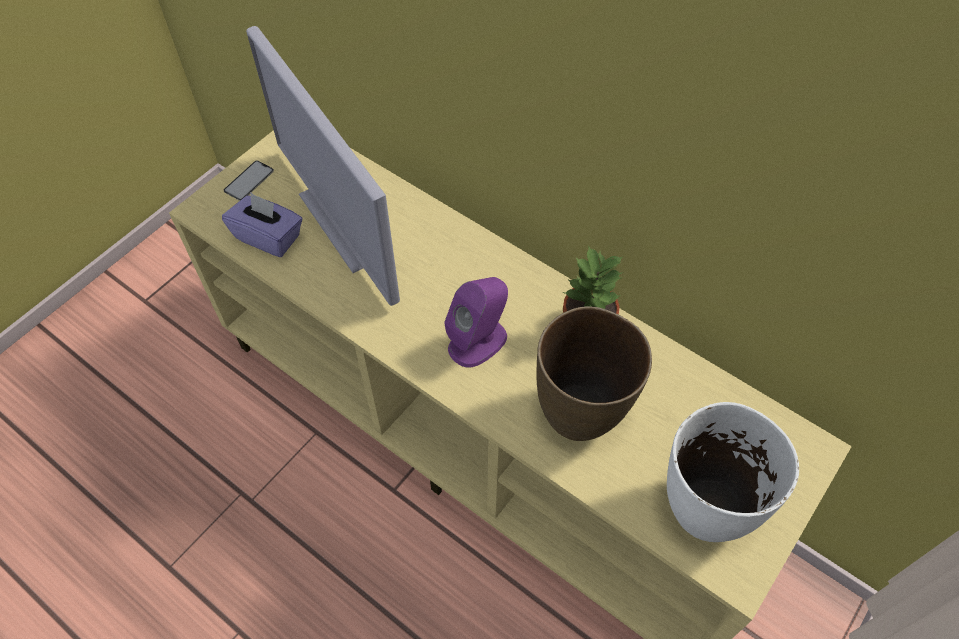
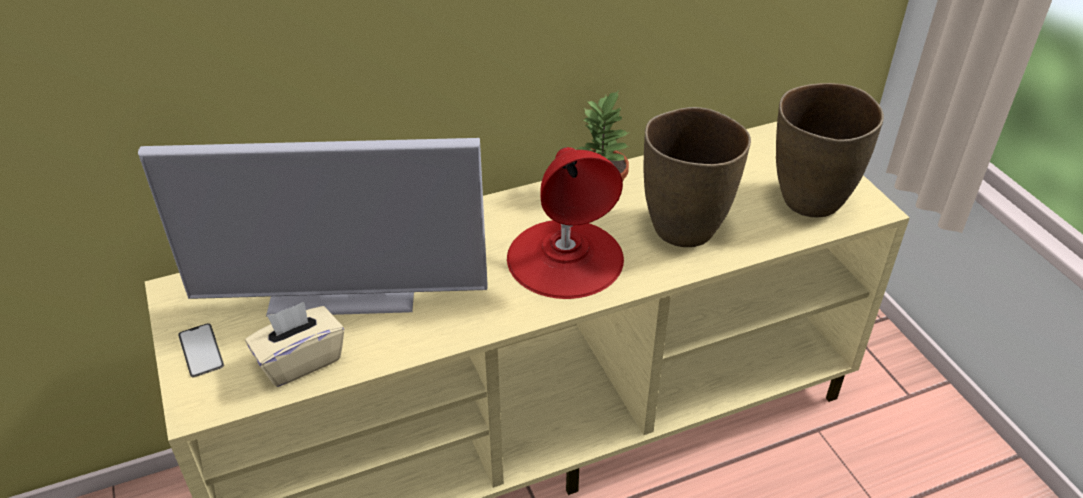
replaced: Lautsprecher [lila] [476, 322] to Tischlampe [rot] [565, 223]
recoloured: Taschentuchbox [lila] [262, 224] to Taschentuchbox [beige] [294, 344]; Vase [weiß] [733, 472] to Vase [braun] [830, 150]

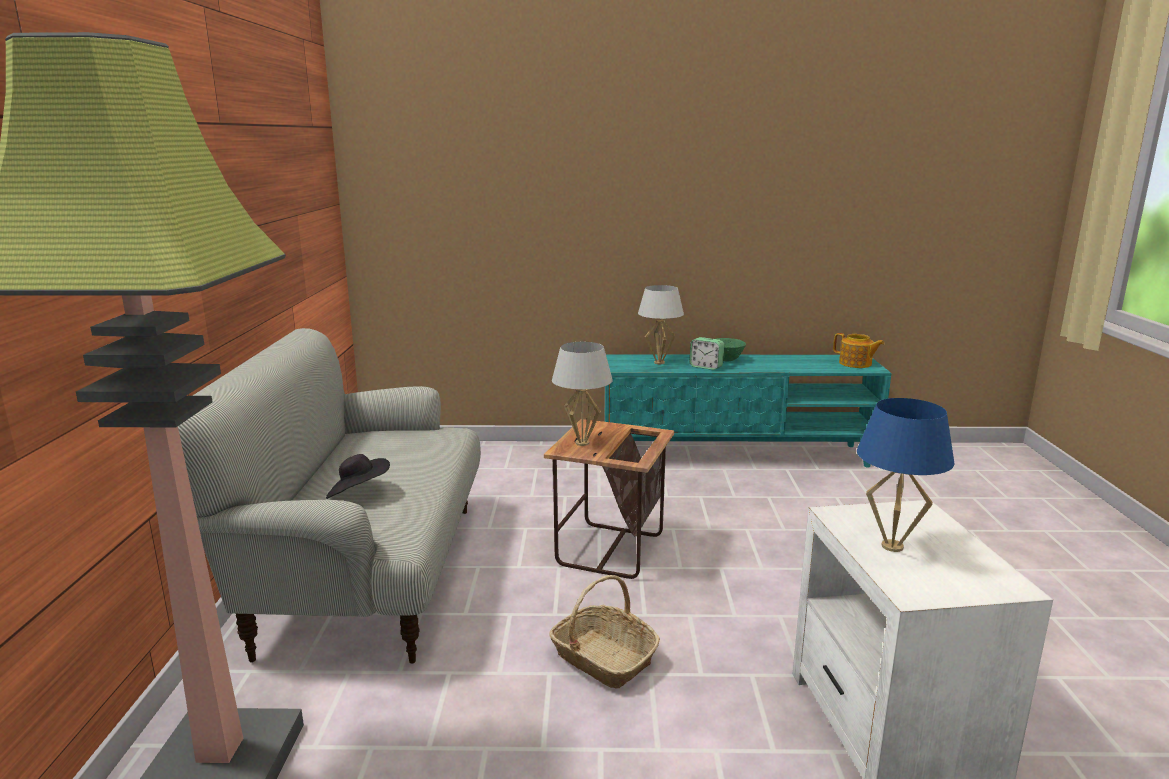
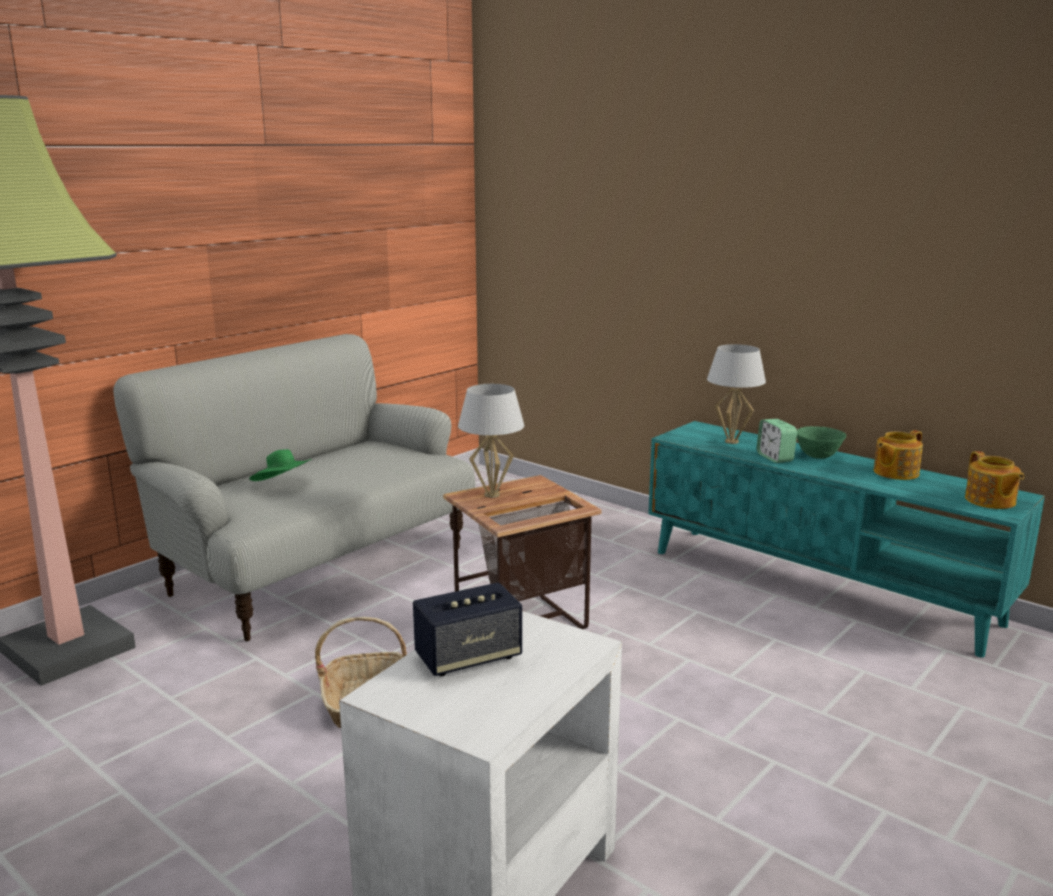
added: Teekanne [898, 455]
replaced: Tischlampe [blau] [906, 475] to Lautsprecher [467, 629]
recoloured: Hut [schwarz] [358, 476] to Hut [grün] [280, 465]

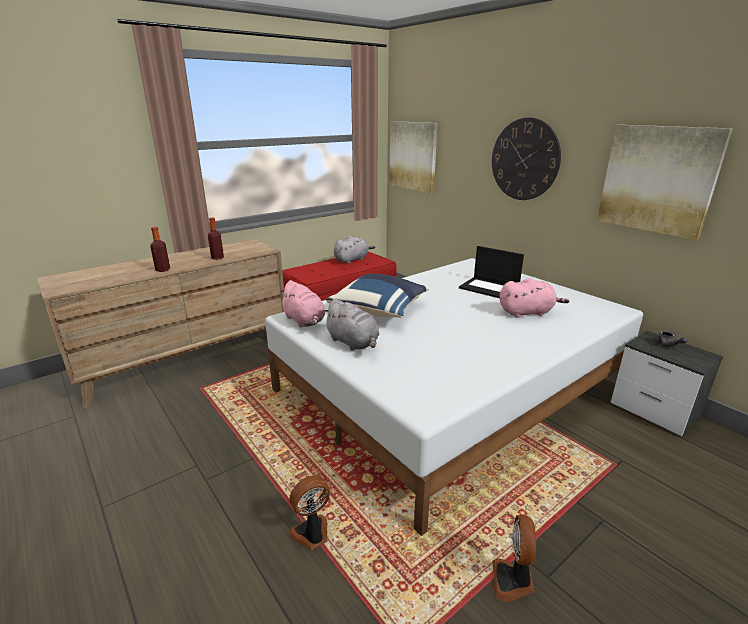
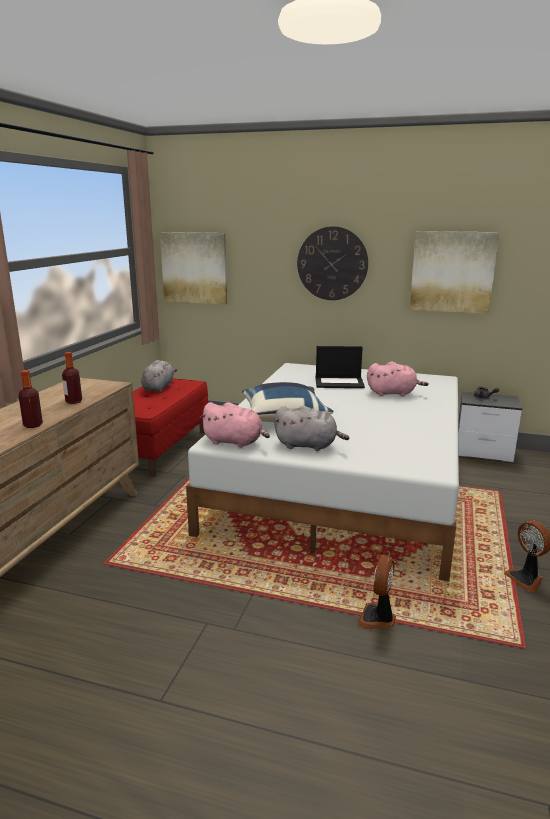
turned: Plüschtier [rosa] [534, 298] = [398, 379] 45 degrees clockwise

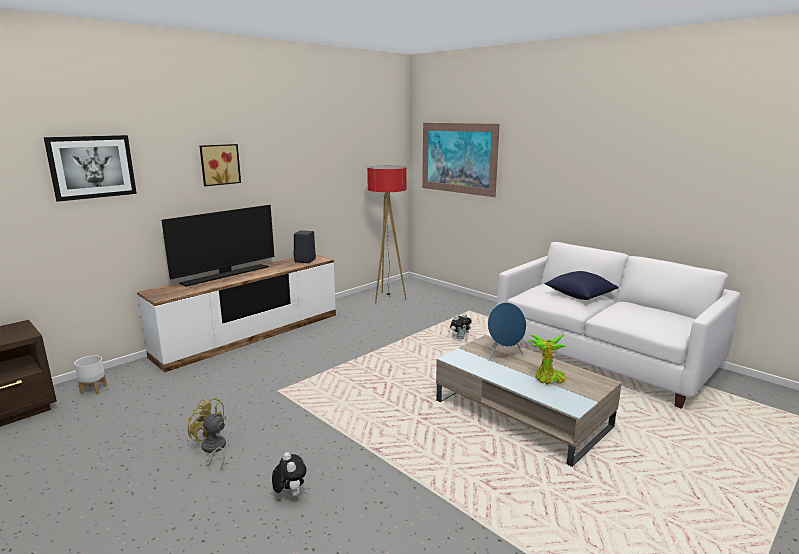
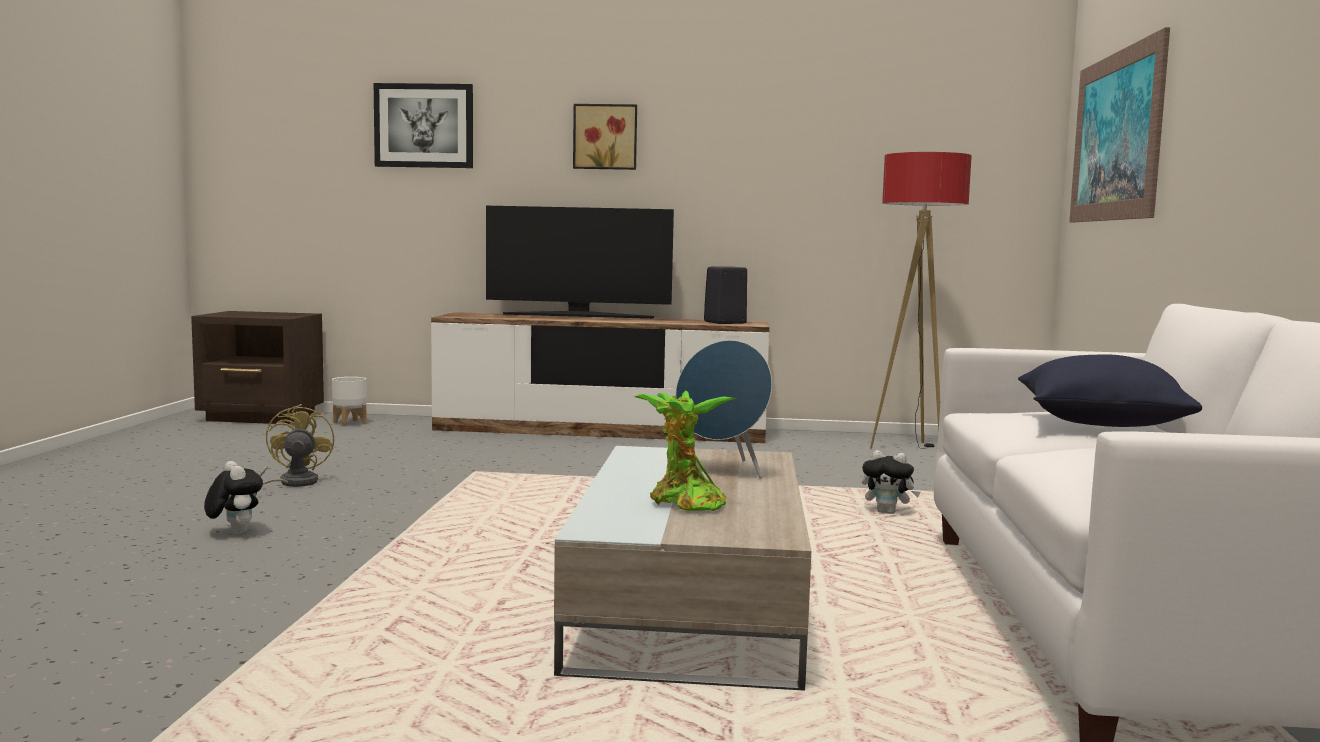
turned: Plüschtier [289, 475] = [233, 497] 60 degrees counterclockwise

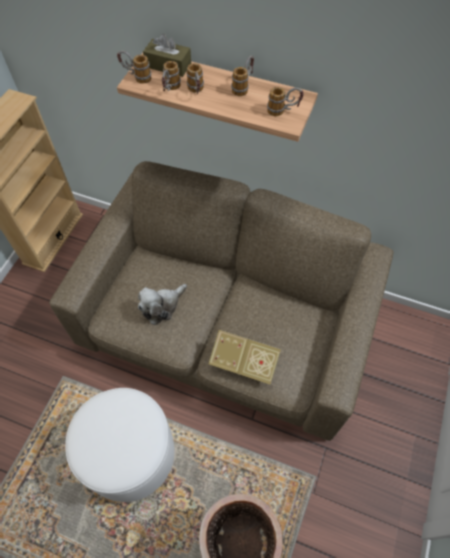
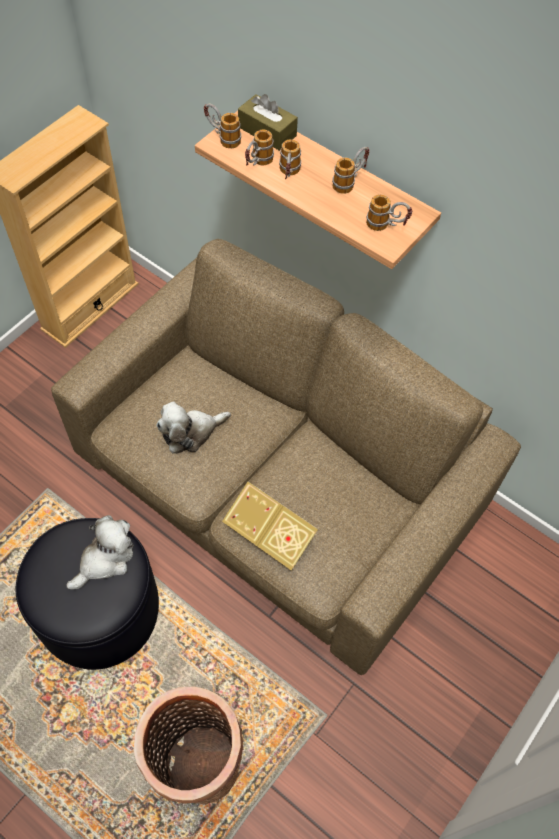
added: Plüschtier [100, 552]
recoloured: Polsterhocker [weiß] [120, 445] to Polsterhocker [schwarz] [87, 594]

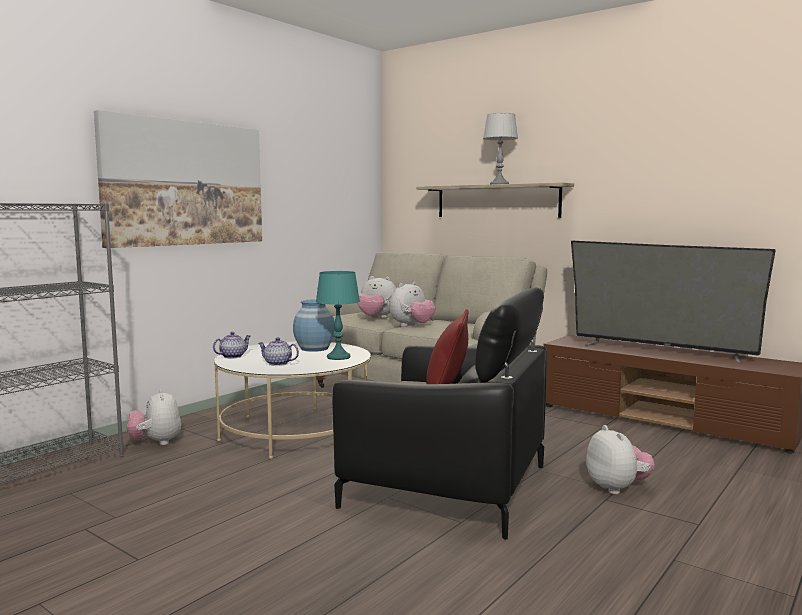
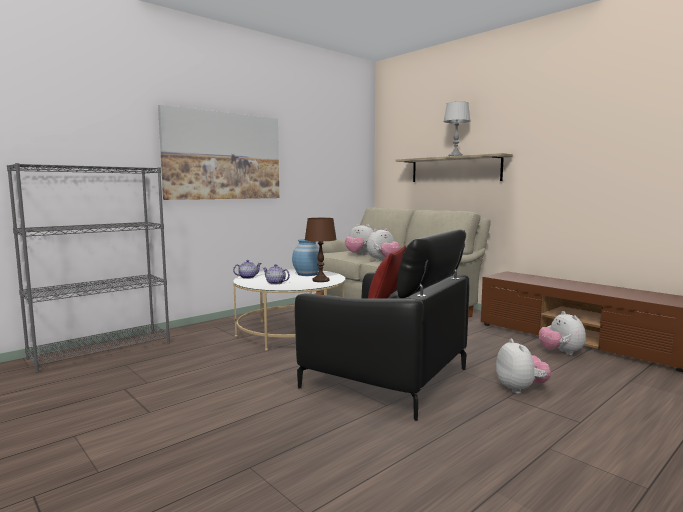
removed: Fernseher [673, 302]
moved: Plüschtier [153, 417] to [562, 333]
recoloured: Tischlampe [türkis] [338, 315] to Tischlampe [braun] [321, 250]

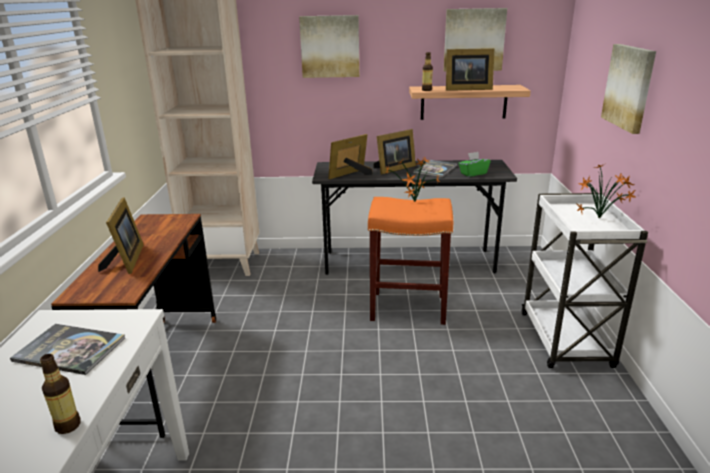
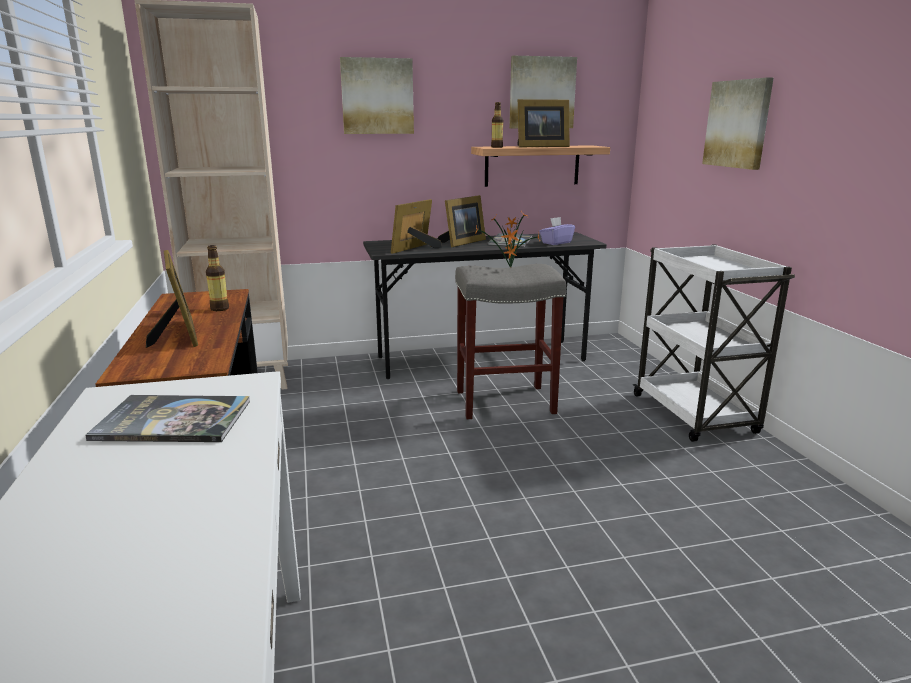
removed: Topfpflanze [607, 190]
moved: Flasche [60, 394] to [217, 278]
recoloured: Hocker [orange] [410, 261] to Hocker [grau] [510, 341]; Taschentuchbox [grün] [474, 164] to Taschentuchbox [lila] [557, 231]

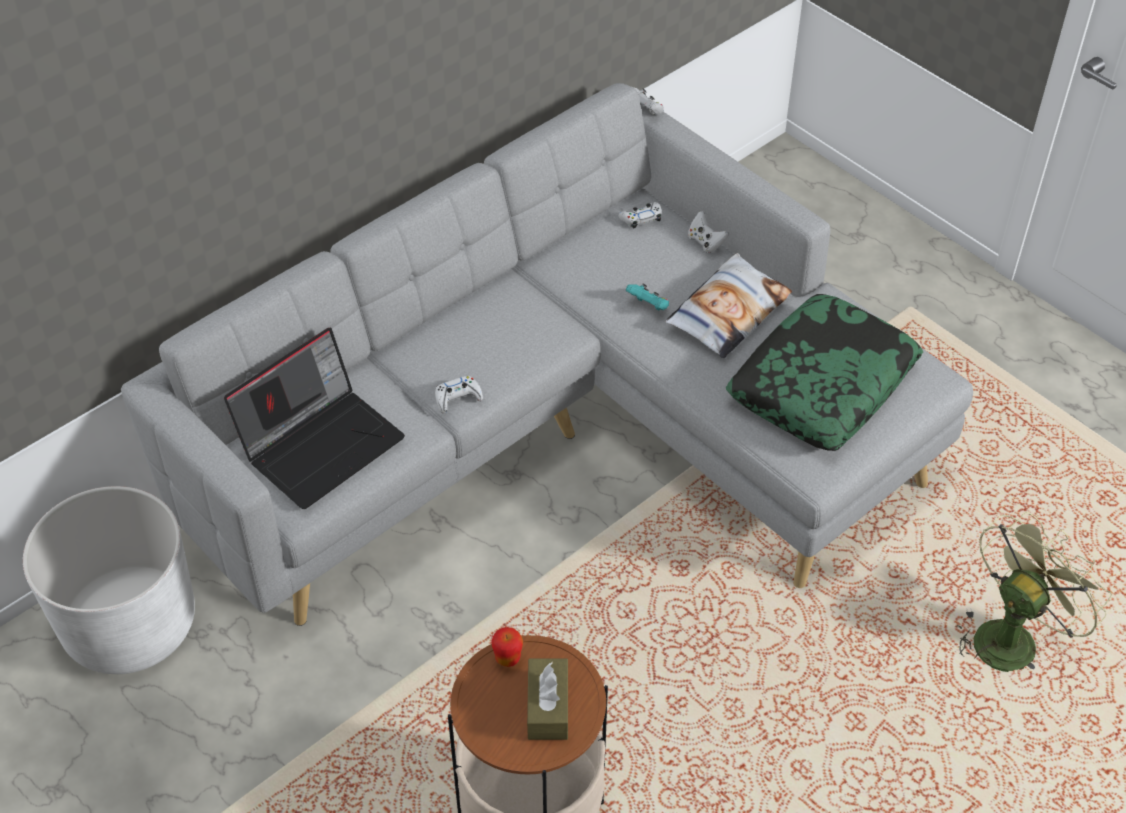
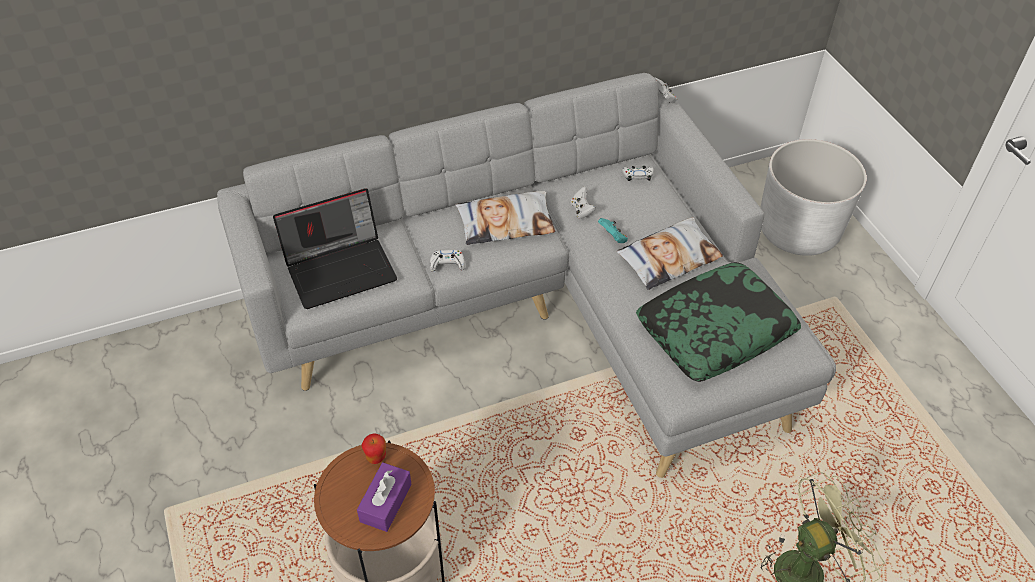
added: Kissen [505, 218]
moved: Gamepad [weiß] [708, 232] to [583, 203]; Pflanzkübel [weiß] [109, 580] to [813, 197]
recoloured: Taschentuchbox [braun] [547, 699] to Taschentuchbox [lila] [384, 497]

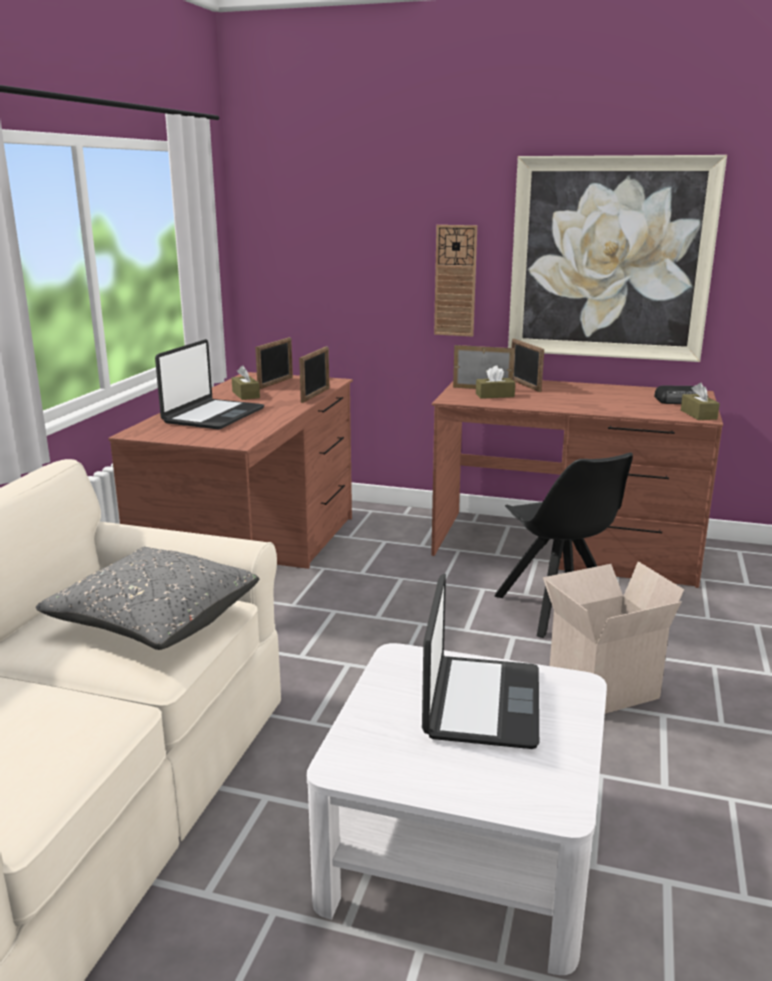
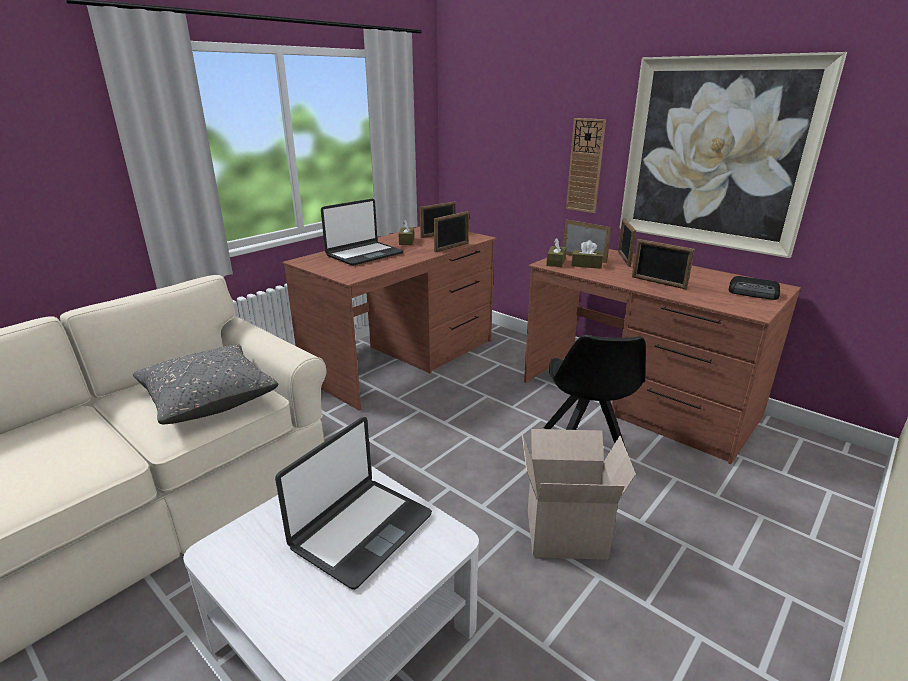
added: Bilderrahmen [663, 264]
moved: Taschentuchbox [braun] [700, 401] to [556, 252]

